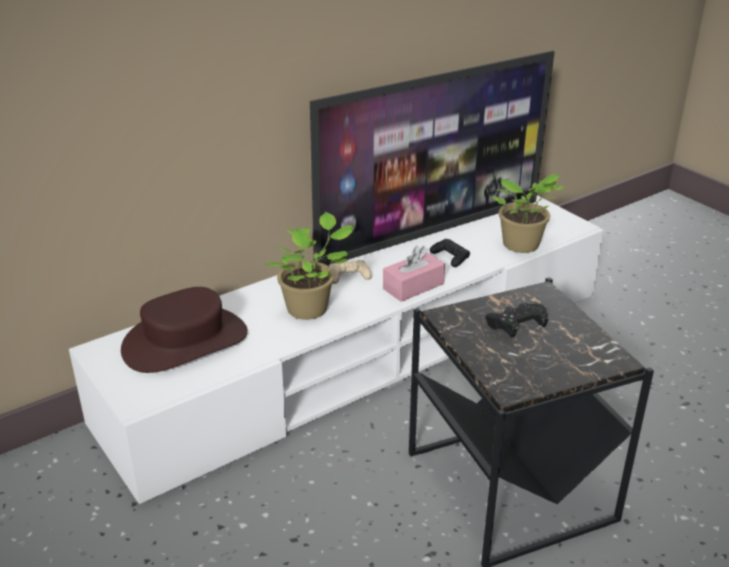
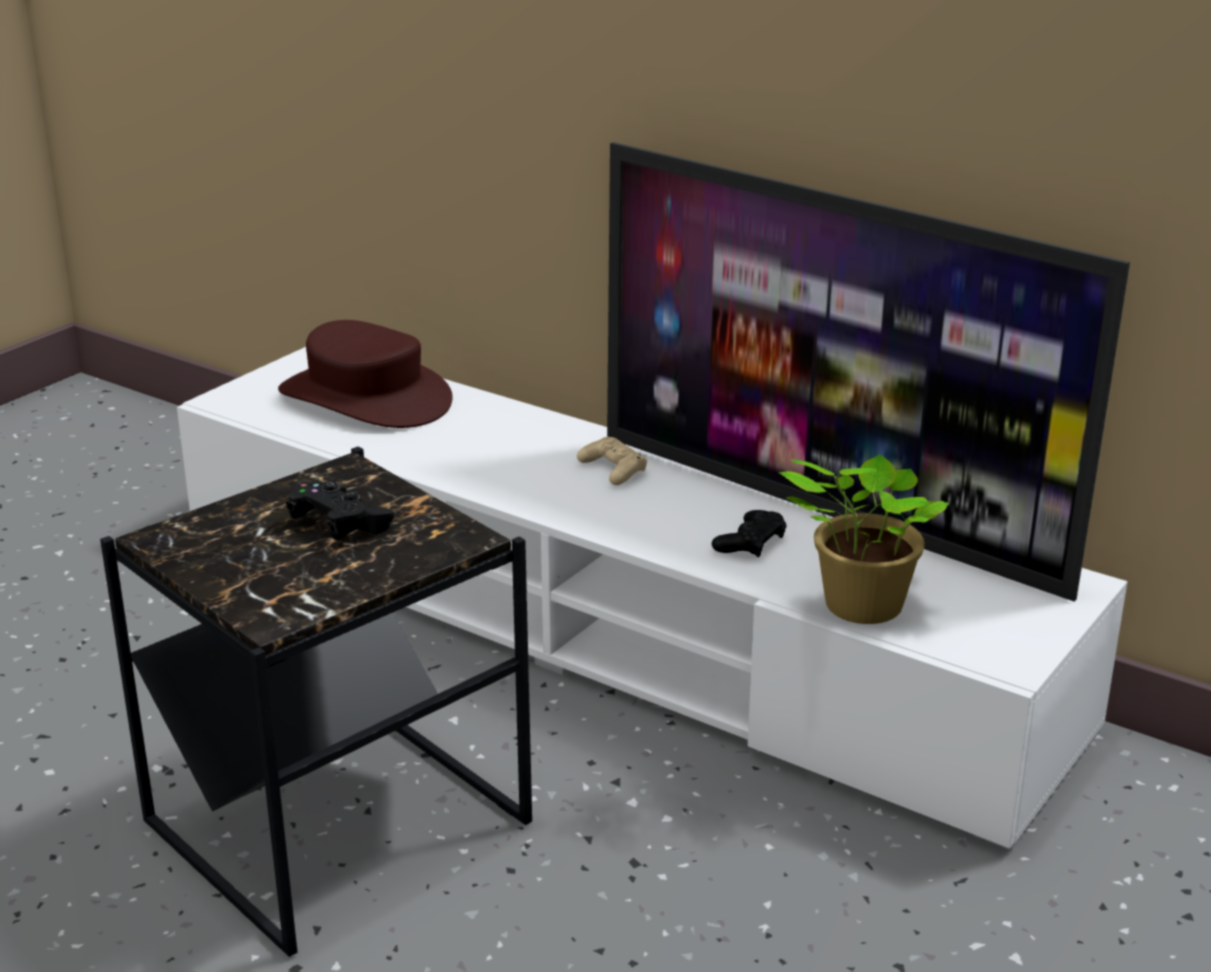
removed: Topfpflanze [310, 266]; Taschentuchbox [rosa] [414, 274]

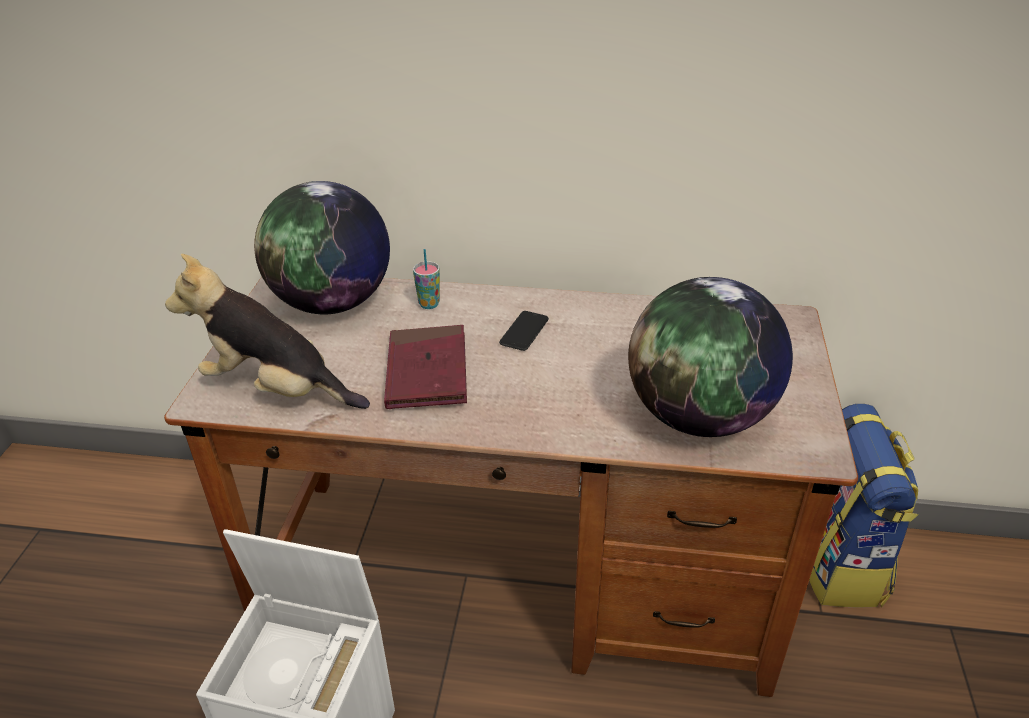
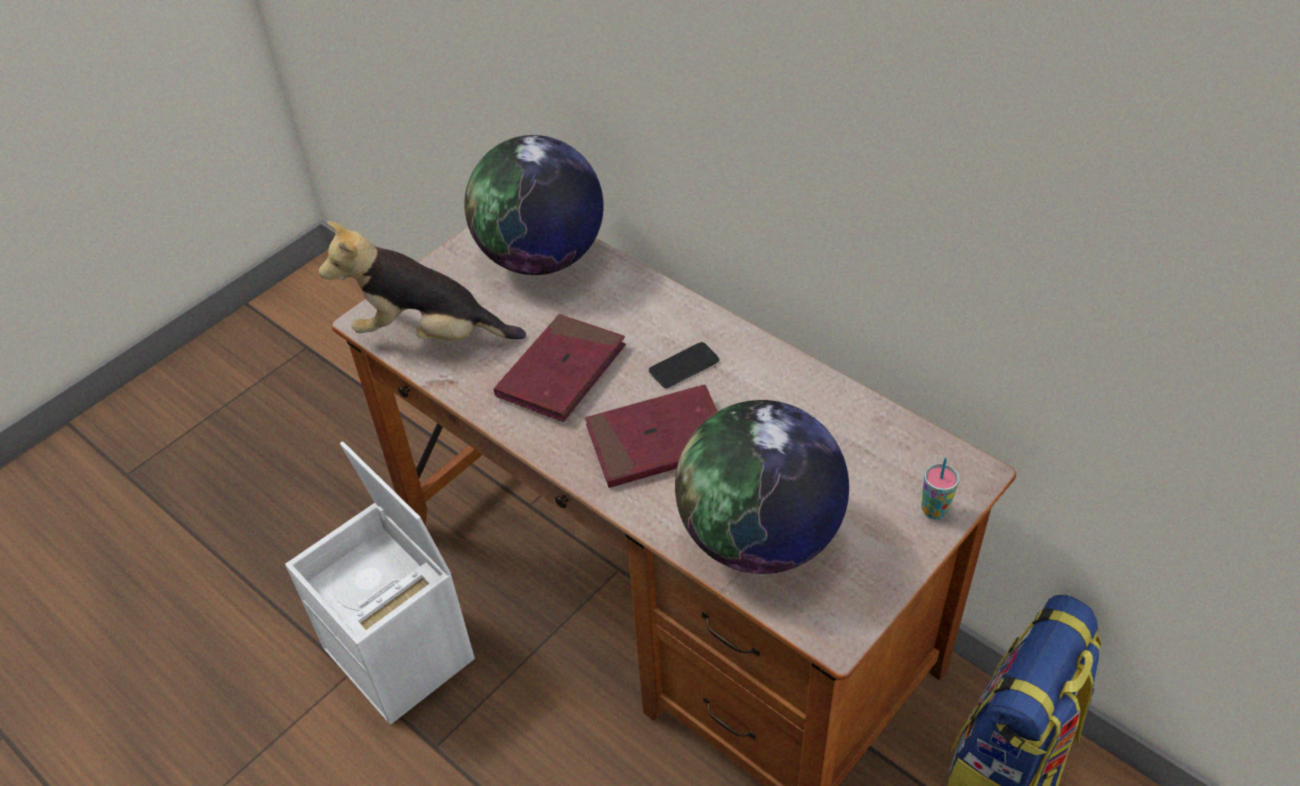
added: Buch [rot] [651, 436]
moved: Tasse [426, 279] to [940, 488]
turned: Plüschtier [267, 331] = [422, 281] 45 degrees counterclockwise

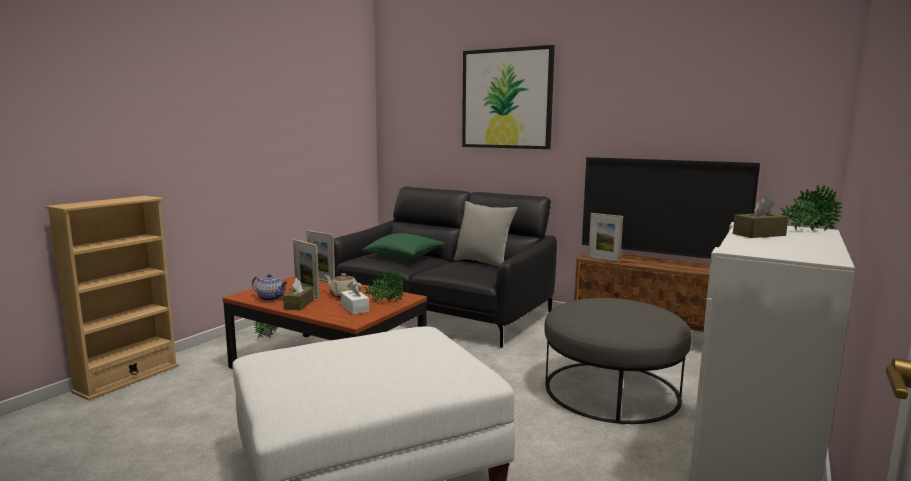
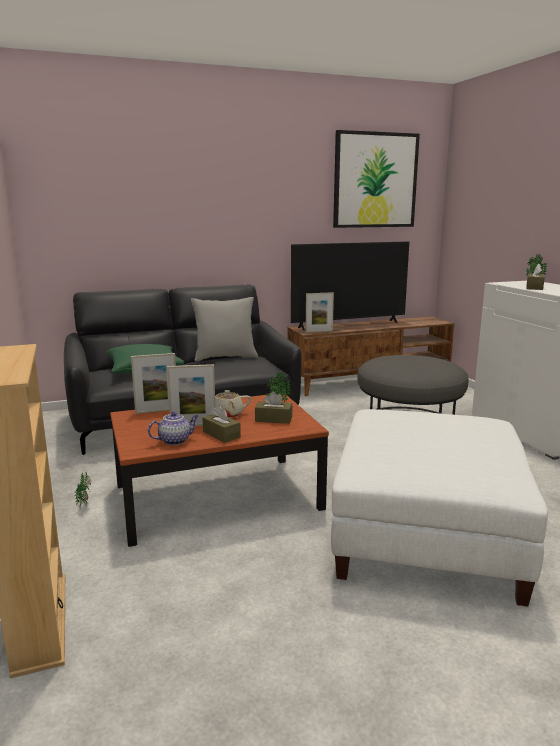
moved: Bild [508, 97] to [376, 179]
recoloured: Taschentuchbox [weiß] [355, 297] to Taschentuchbox [braun] [274, 407]

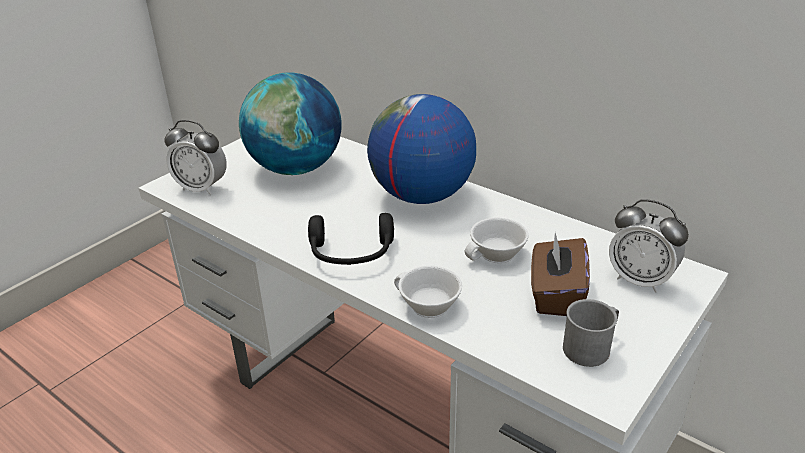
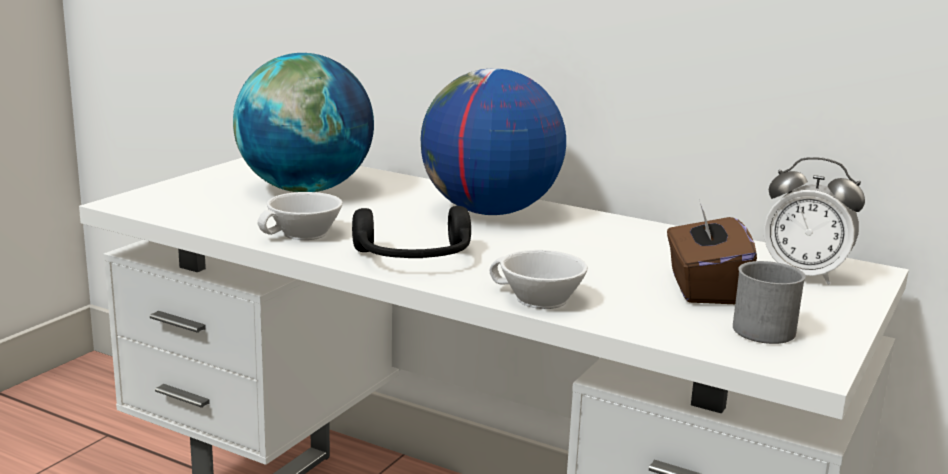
removed: Wecker [195, 157]
moved: Tasse [weiß] [496, 240] to [300, 216]

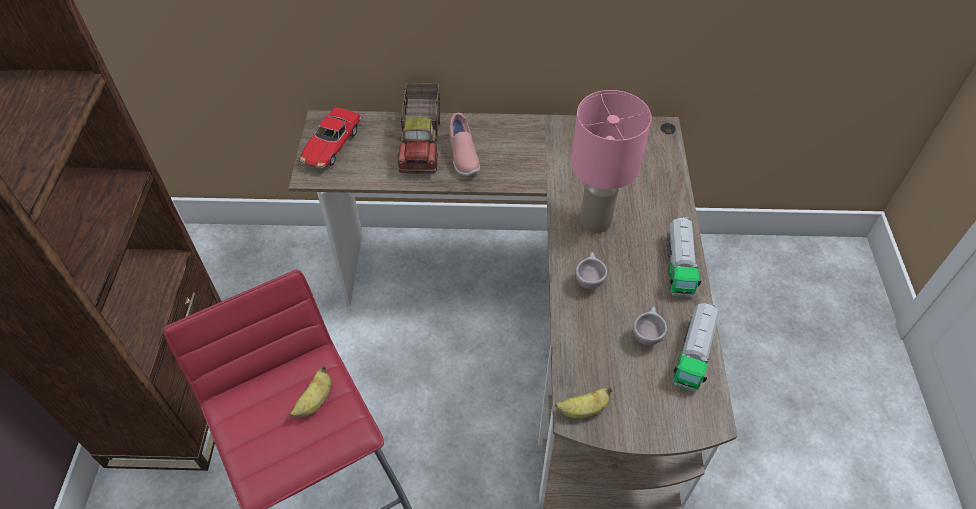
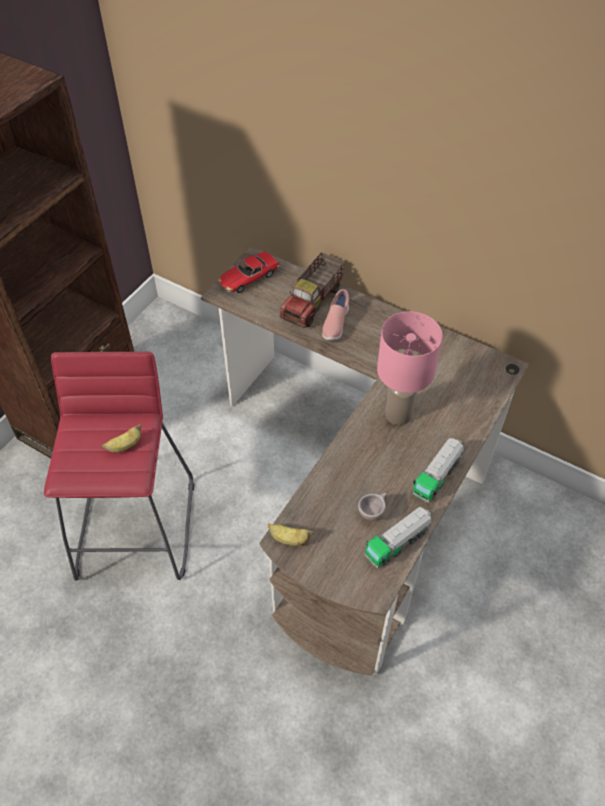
removed: Tasse [beige] [591, 271]

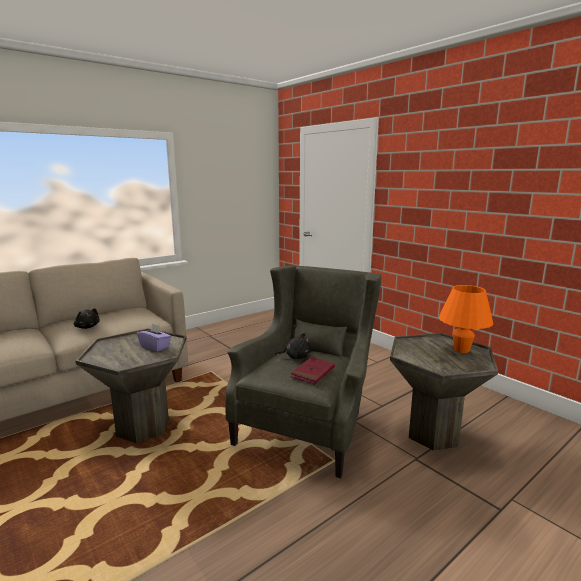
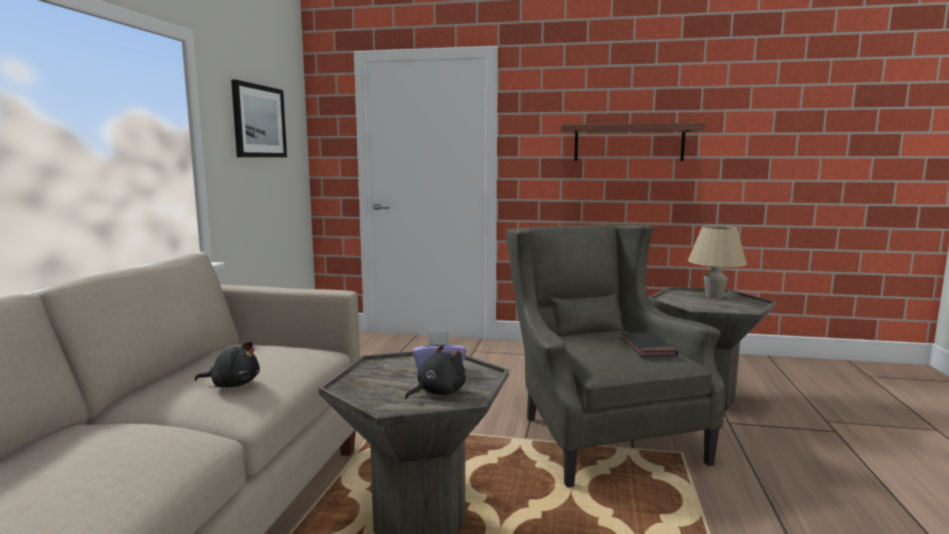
added: Bild [259, 118]; Wandregal [633, 142]
moved: Plüschtier [schwarz] [293, 346] to [435, 372]
recoloured: Buch [rot] [312, 371] to Buch [schwarz] [649, 345]; Tischlampe [orange] [465, 319] to Tischlampe [beige] [717, 262]

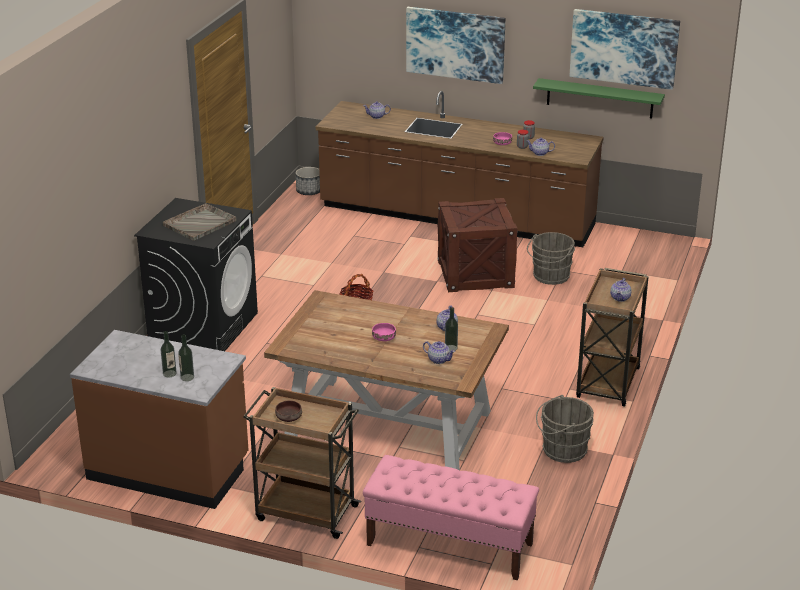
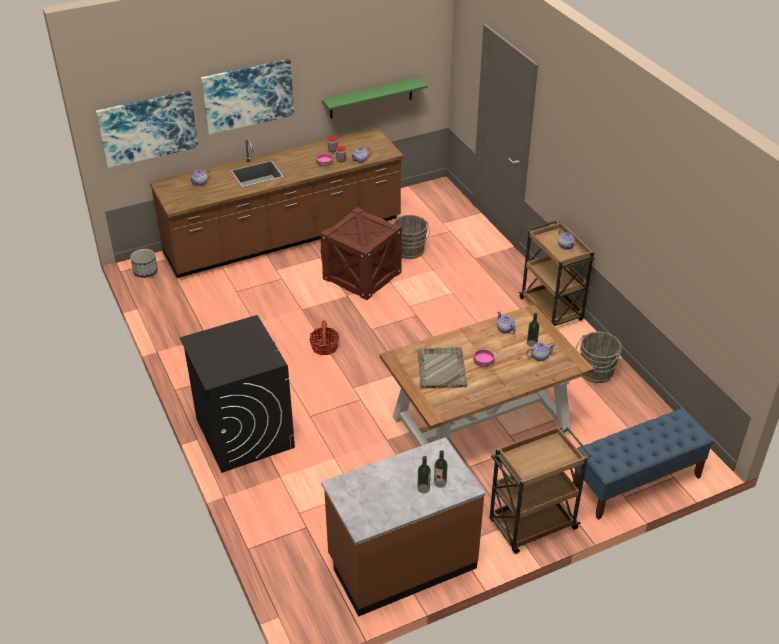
removed: Schüssel [braun] [288, 411]
moved: Bild [624, 49] to [147, 129]; Tablett [grau] [199, 222] to [442, 367]
recoloured: Bank [rosa] [451, 517] to Bank [blau] [643, 464]

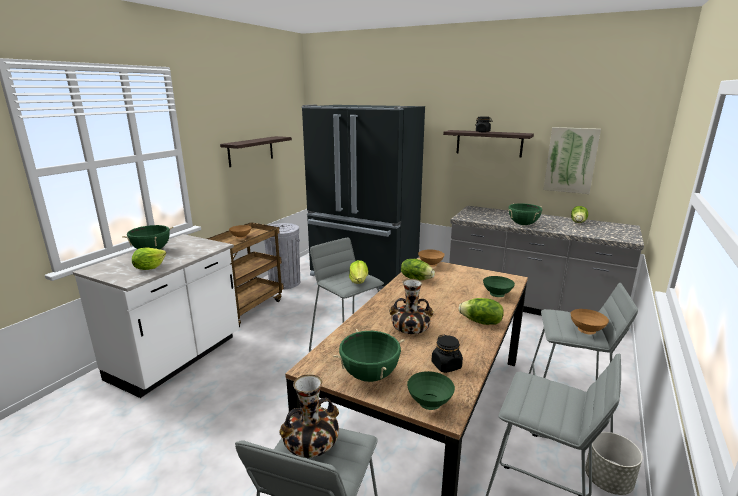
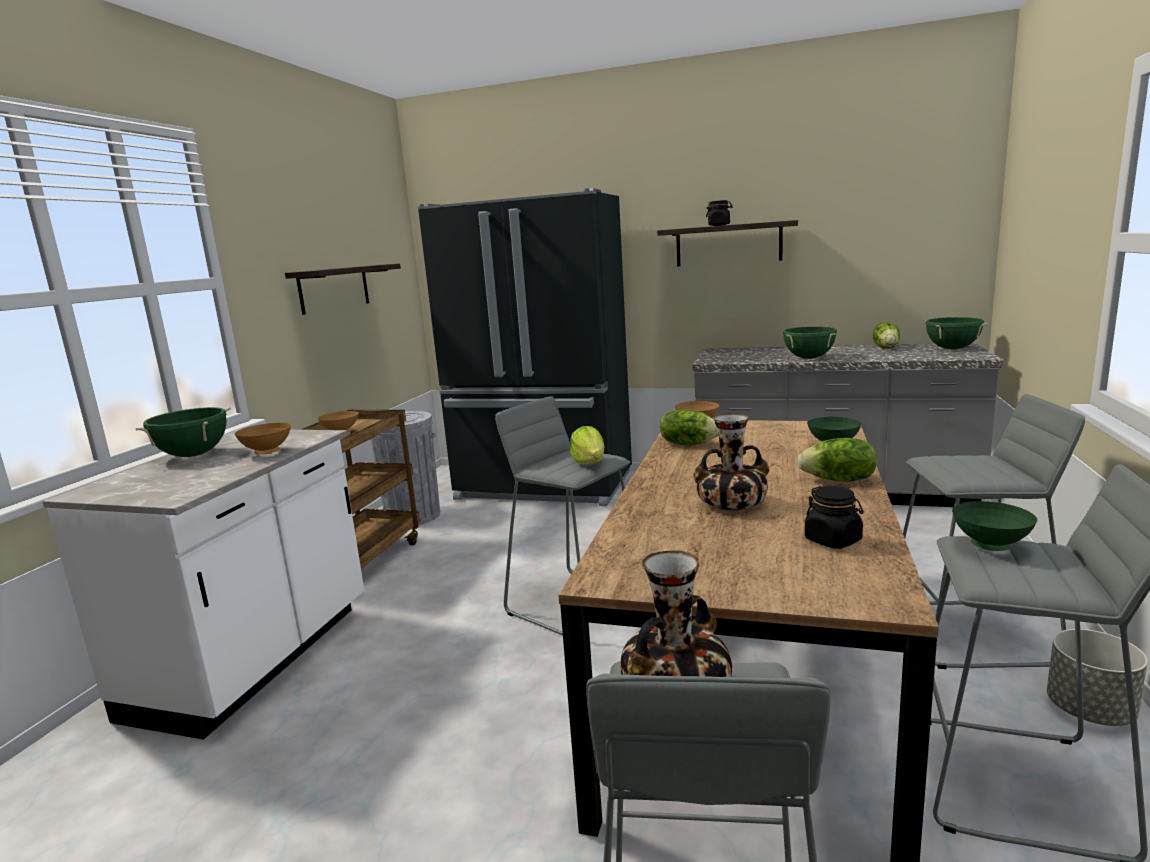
removed: Salatkopf [149, 259]; Bild [572, 160]
moved: Schüssel [braun] [589, 321] to [263, 438]; Kochtopf [grün] [369, 355] to [955, 333]; Schüssel [grün] [431, 390] to [994, 526]

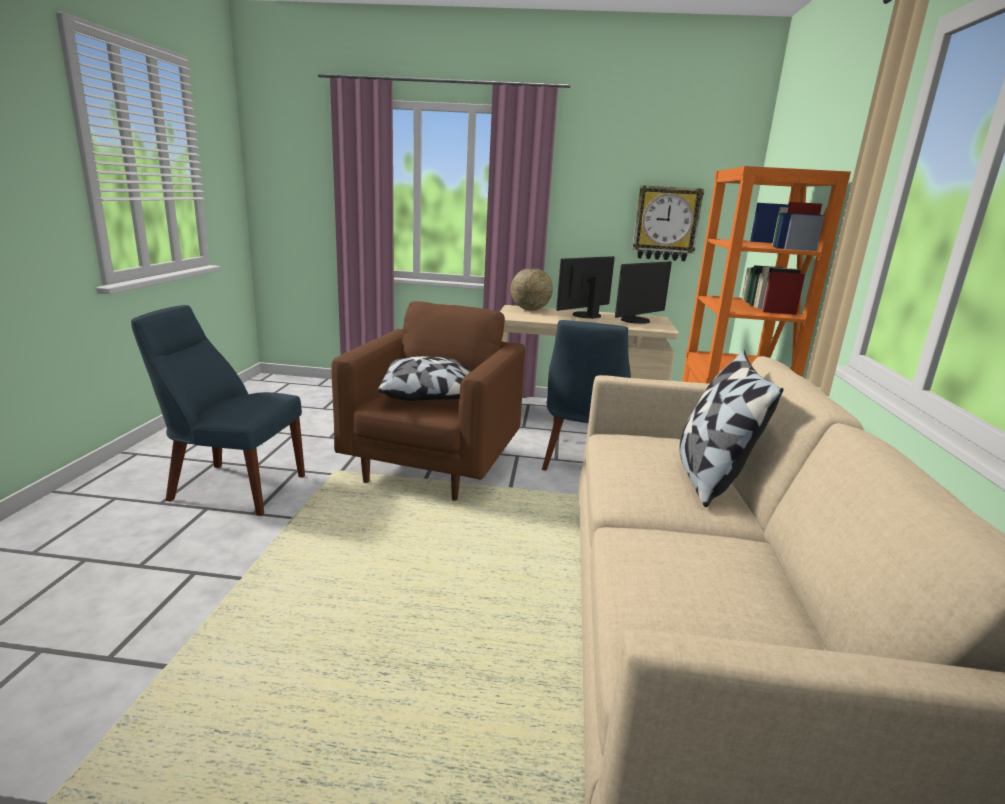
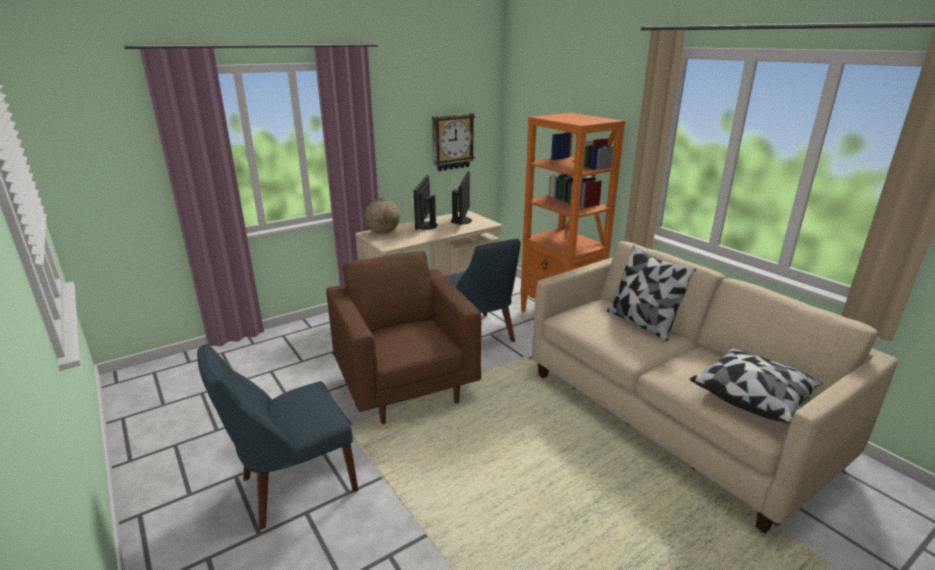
moved: Kissen [424, 378] to [756, 385]

